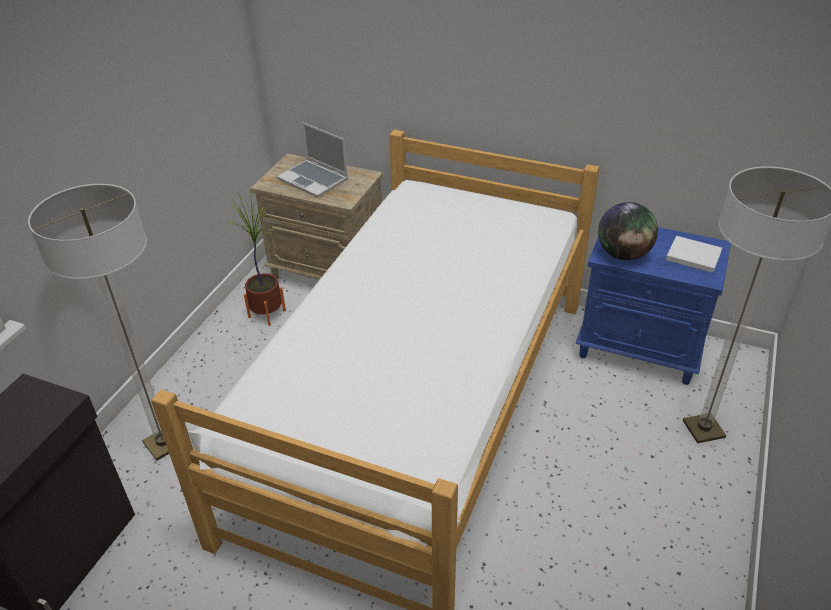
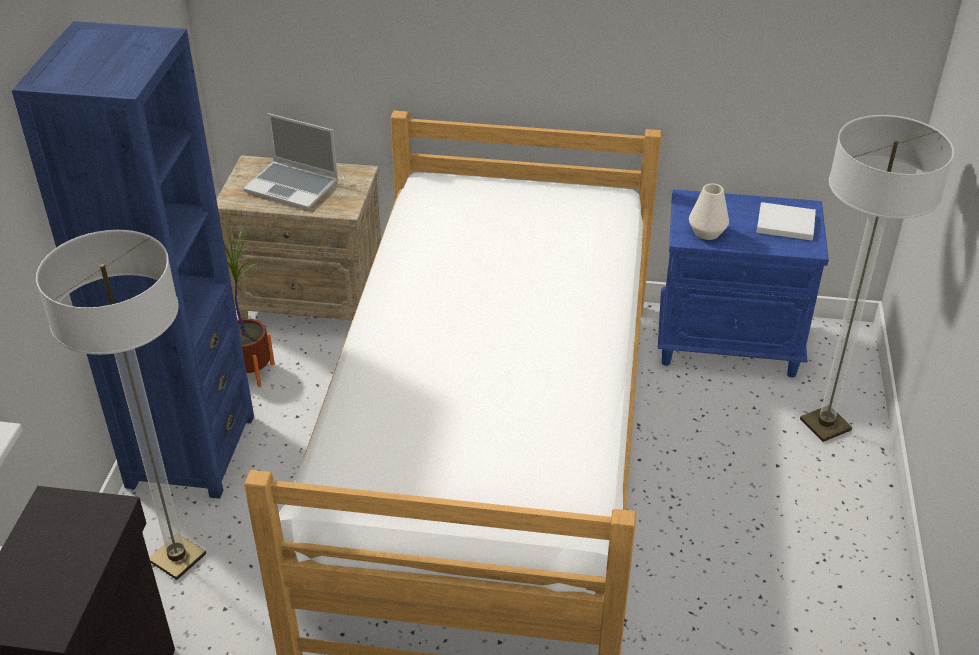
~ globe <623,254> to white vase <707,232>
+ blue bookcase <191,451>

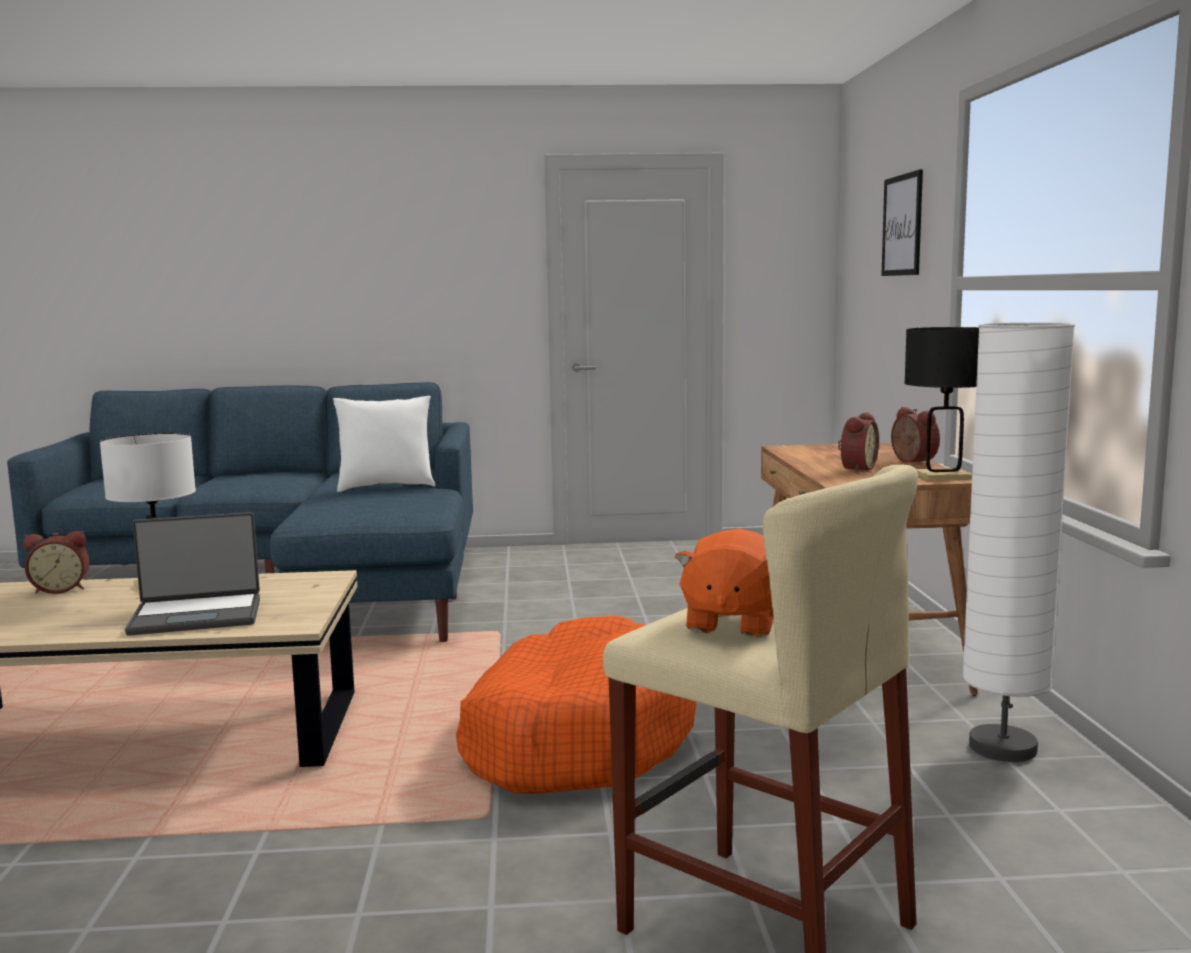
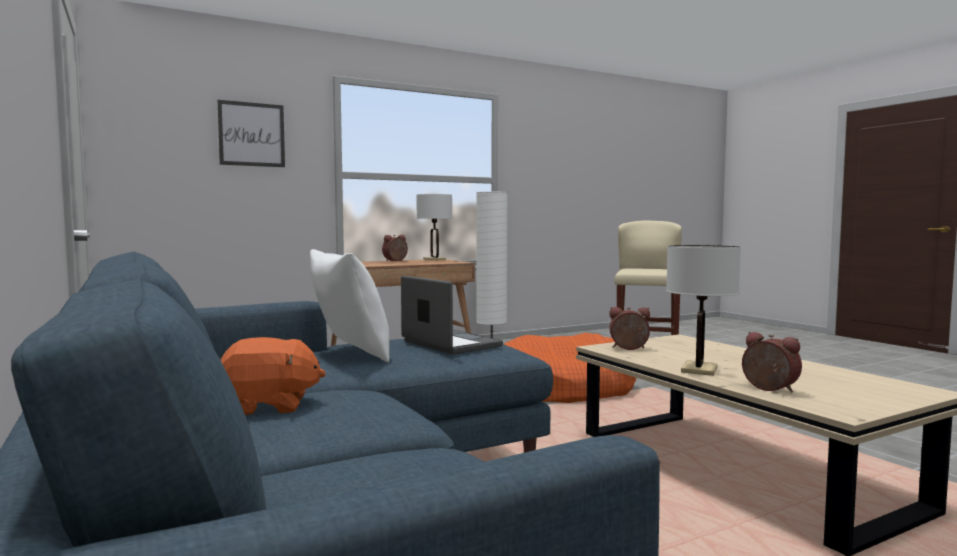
~ black table lamp <943,476> to white table lamp <434,259>
~ alarm clock <855,469> to <629,348>
~ laptop <197,616> to <449,344>
~ orange plush toy <732,623> to <269,406>

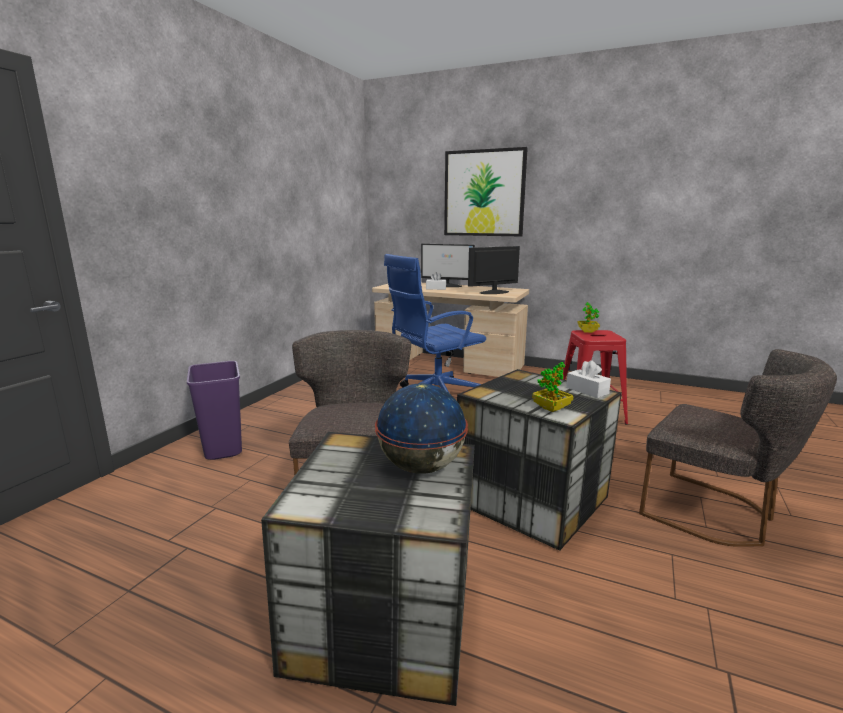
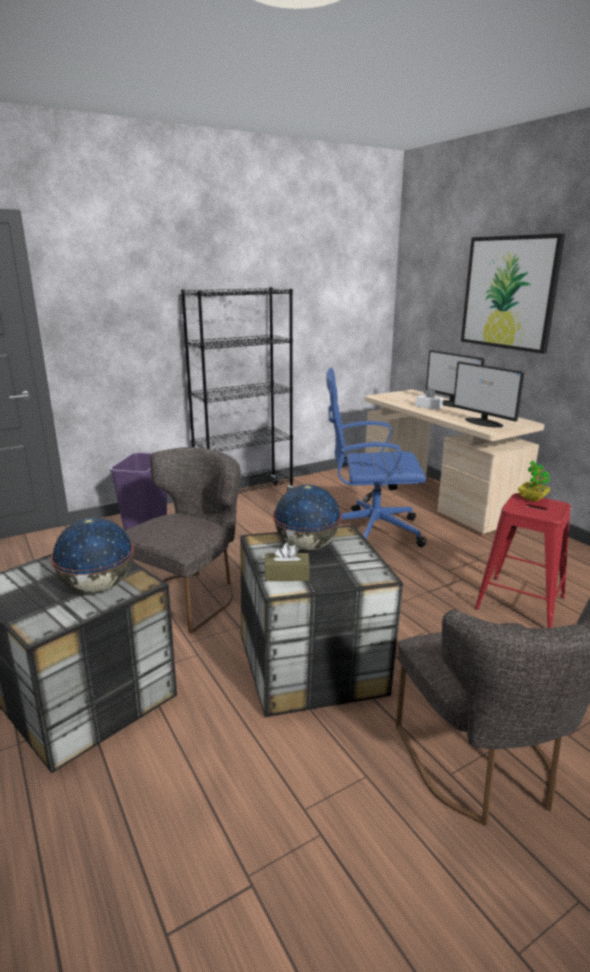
~ monitor <493,292> = <484,422> 135 degrees counterclockwise
- white tissue box <587,390>
~ potted plant <551,408> to brown tissue box <287,575>
+ black bookcase <244,497>
+ globe <306,547>

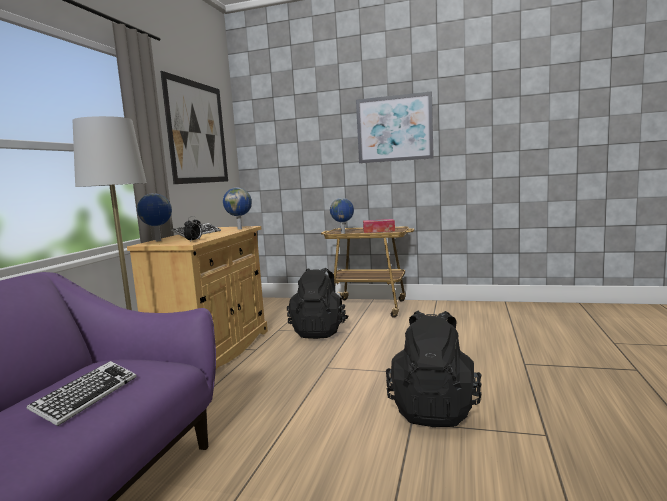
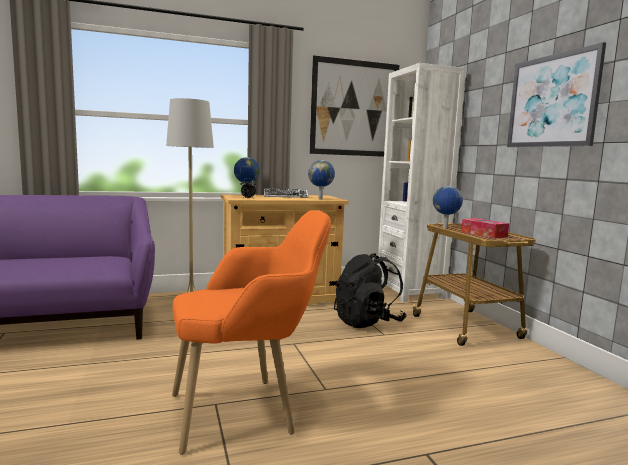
~ black backpack <434,409> to orange armchair <248,410>
- keyboard <87,397>
+ white bookcase <410,292>

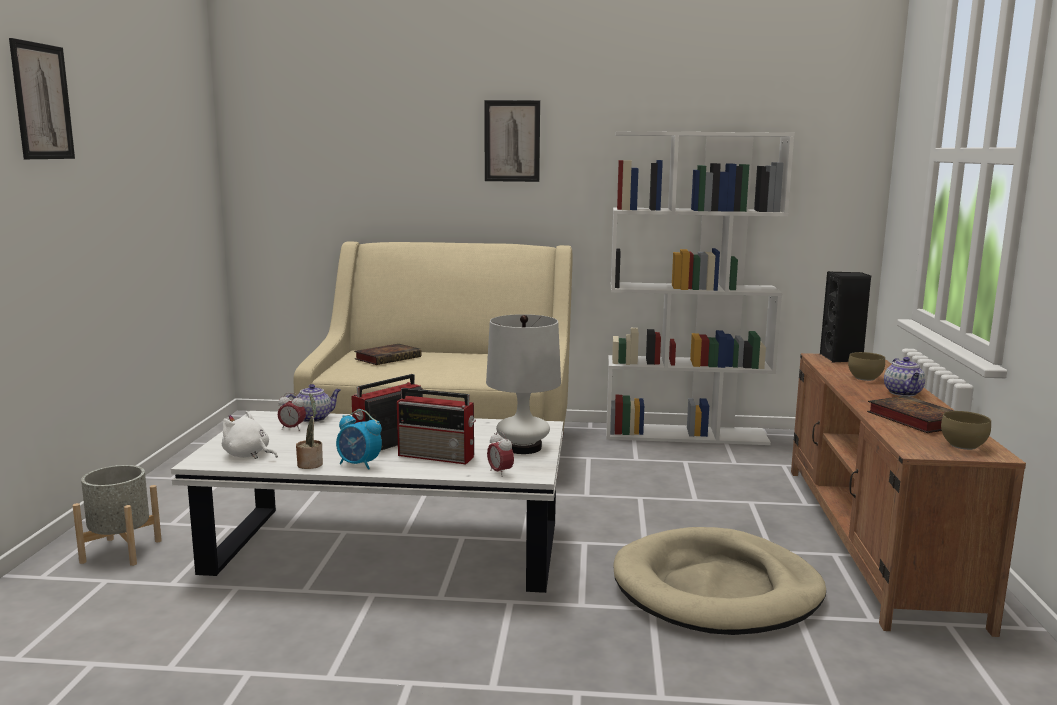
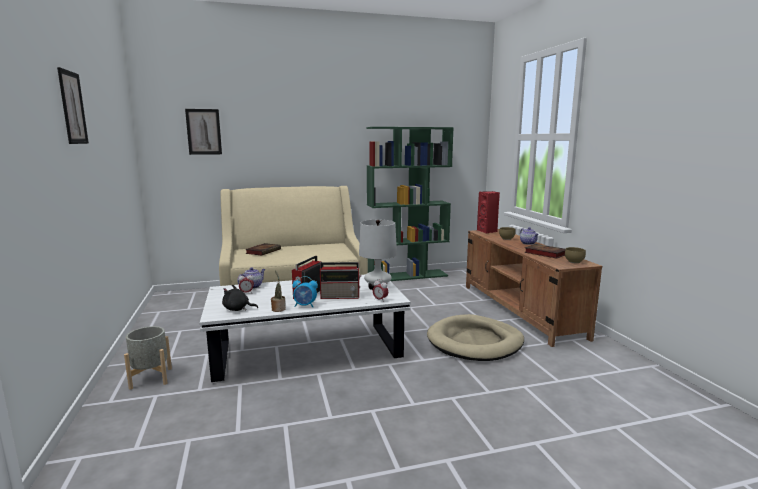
~ picture <512,141> to <204,132>
~ white bookcase <686,434> to green bookcase <407,276>
~ black speaker <841,358> to red speaker <487,231>
~ white plush toy <248,455> to black plush toy <237,309>

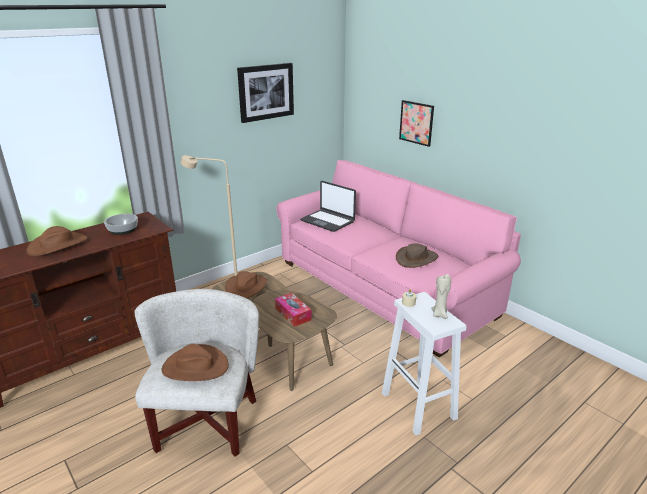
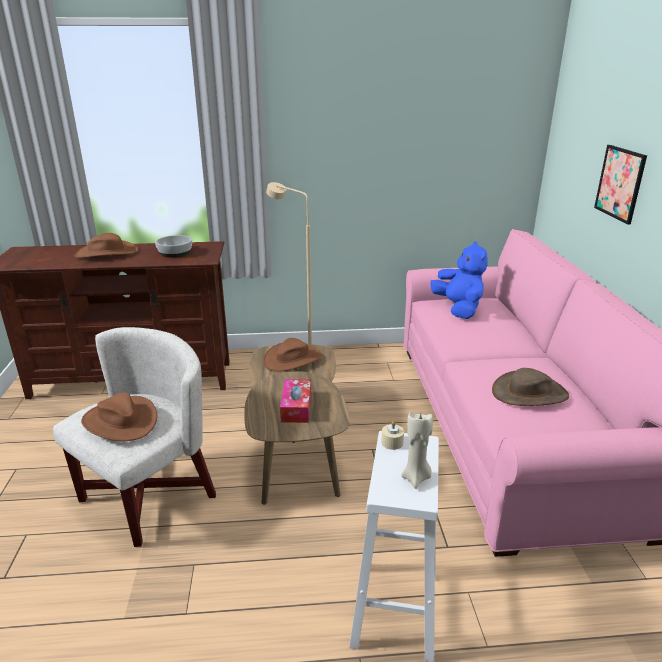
- picture <266,92>
~ laptop <328,221> to blue plush toy <458,309>

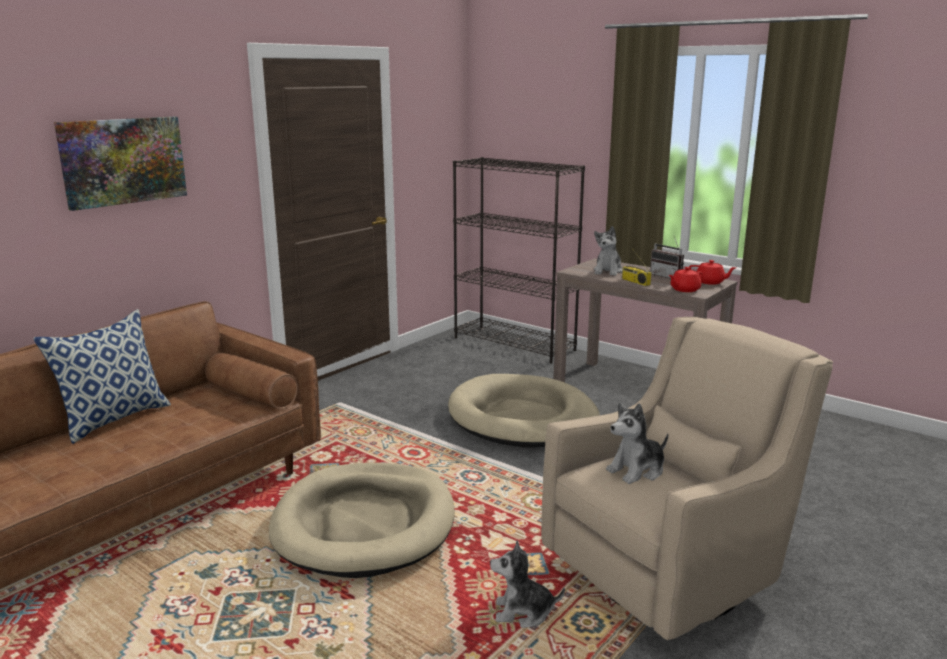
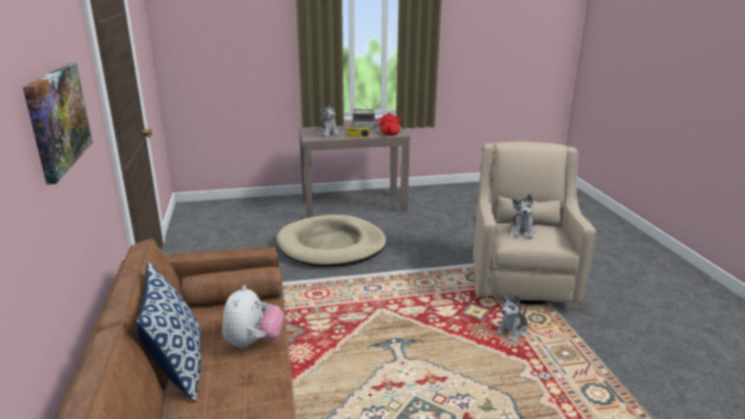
- black bookcase <515,344>
- beige dog bed <365,524>
+ plush toy <253,343>

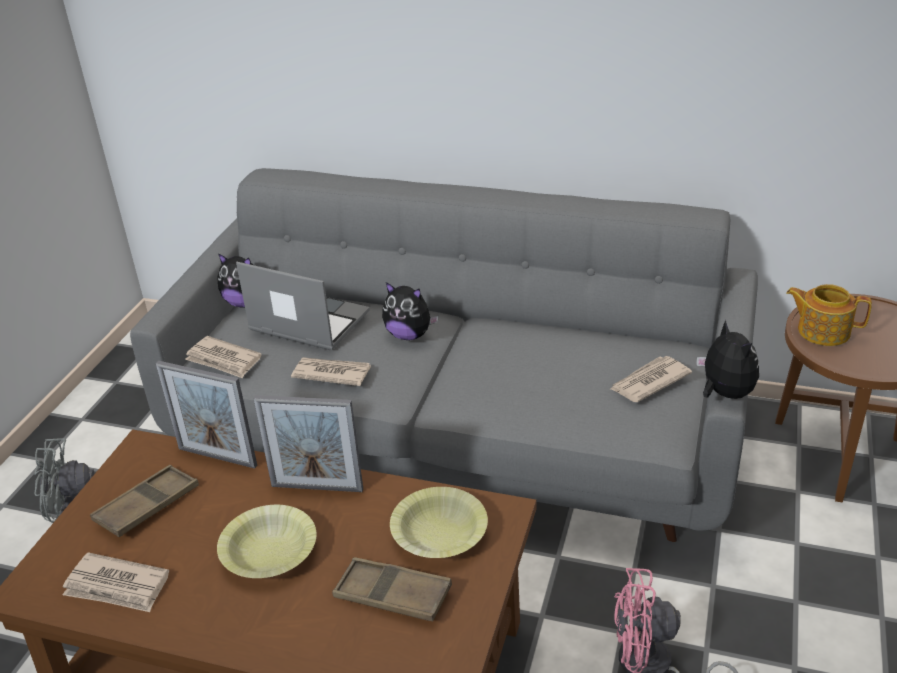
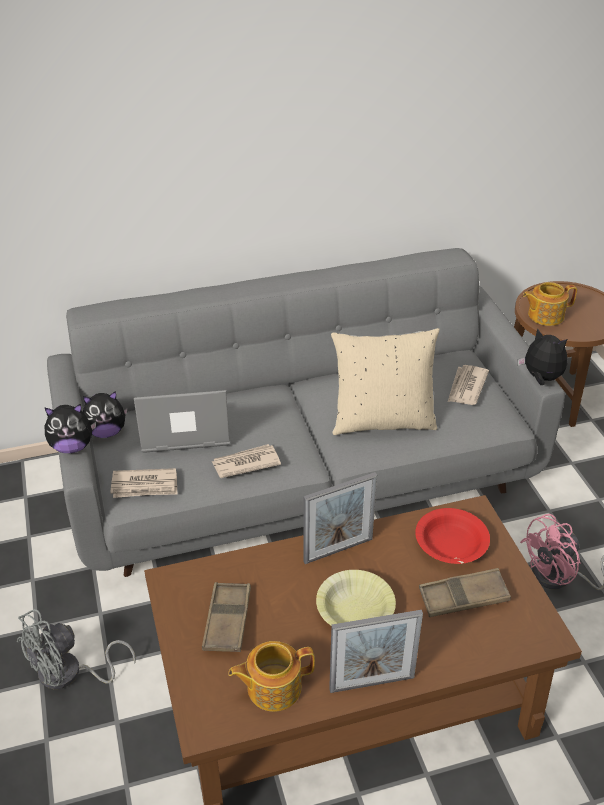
~ plush toy <409,335> to <72,446>
~ picture frame <217,457> to <372,683>
~ yellow bowl <439,534> to red bowl <450,544>
~ newspaper <117,586> to teapot <272,687>
+ beige pillow <382,421>

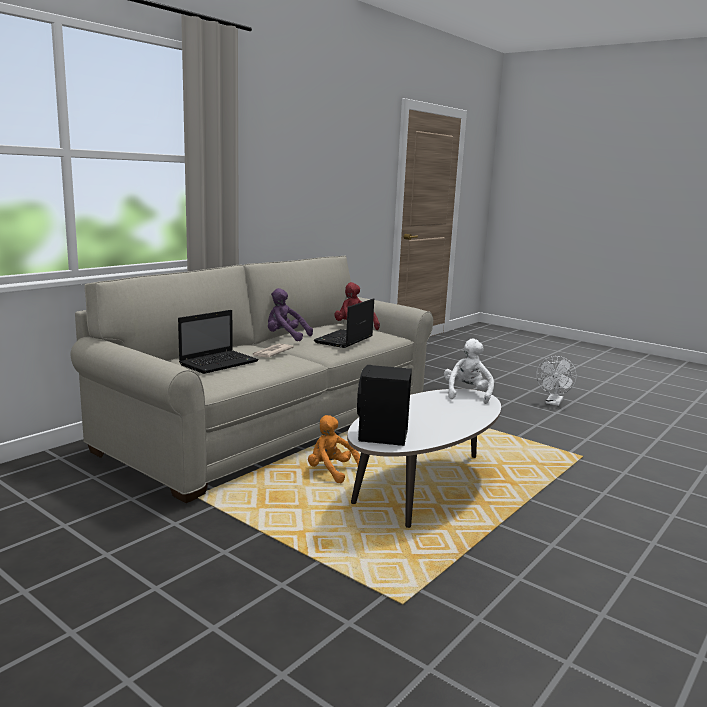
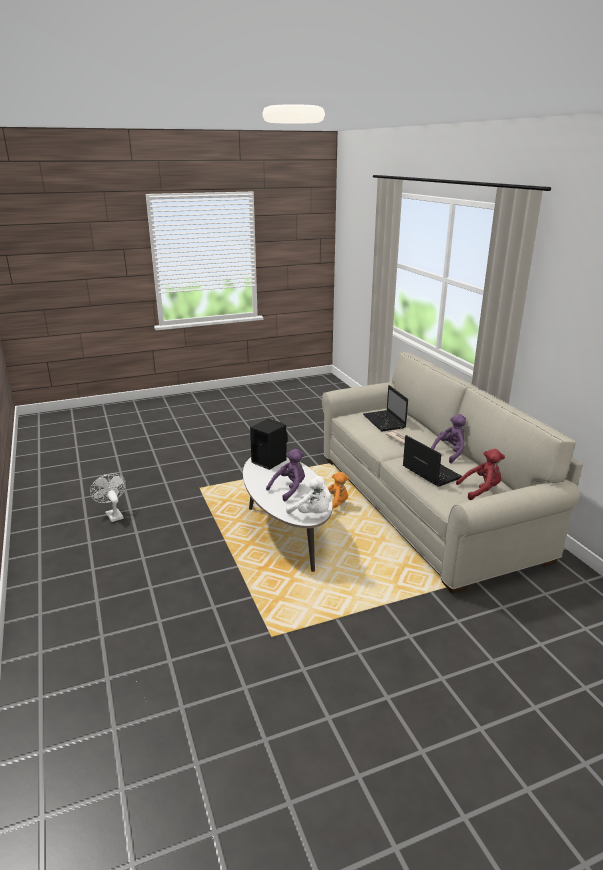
~ white fan <553,403> to <113,514>
+ purple plush toy <289,489>

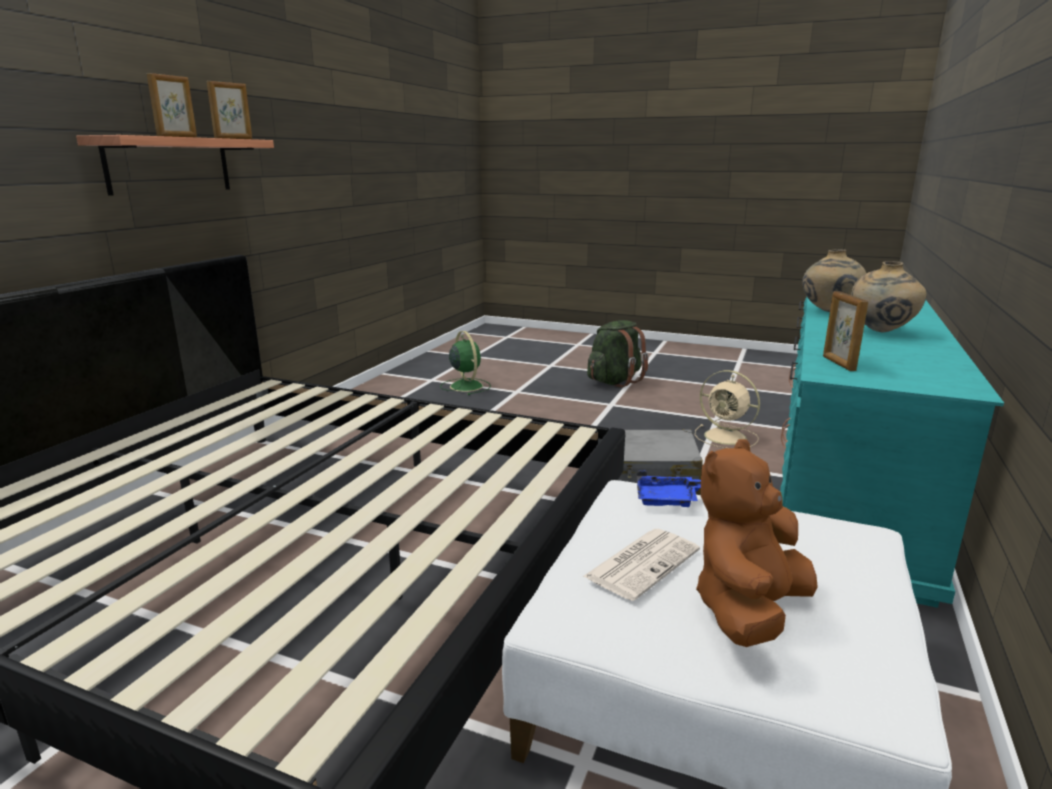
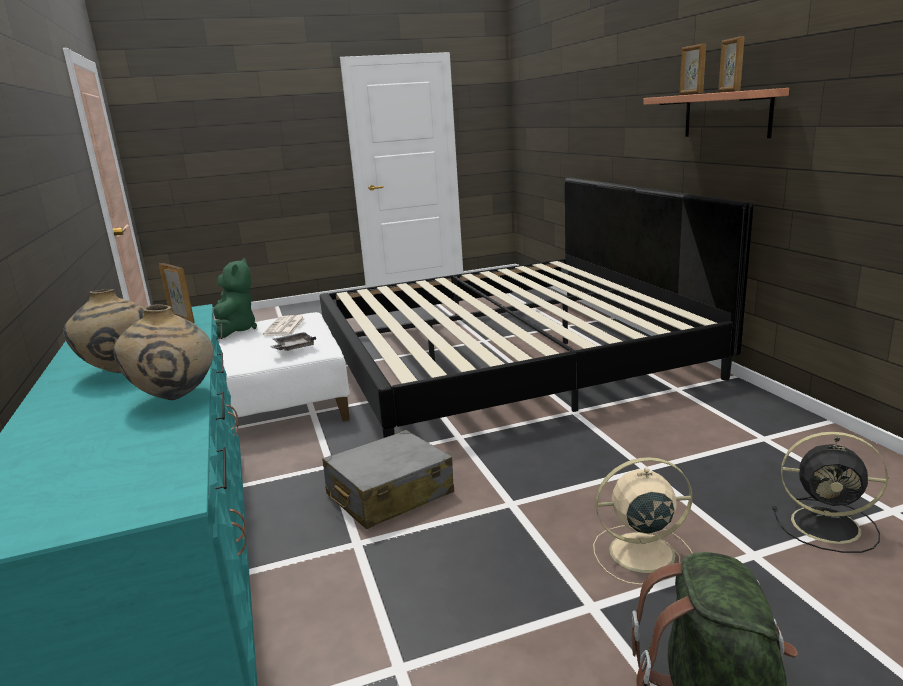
~ green fan <465,386> to black fan <828,525>
~ beige fan <727,437> to <638,552>
~ brown plush toy <748,610> to green plush toy <234,330>
~ blue tray <668,500> to grey tray <293,347>

